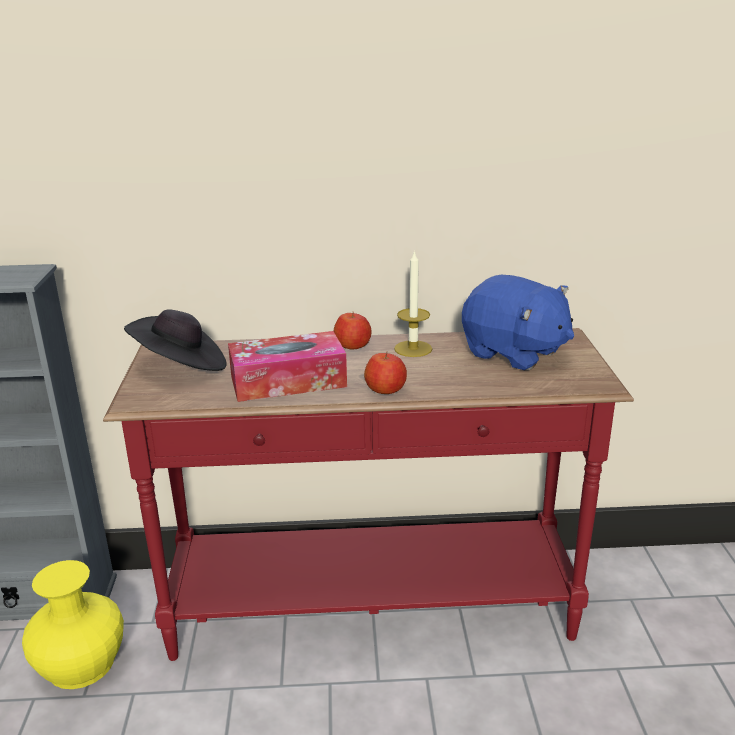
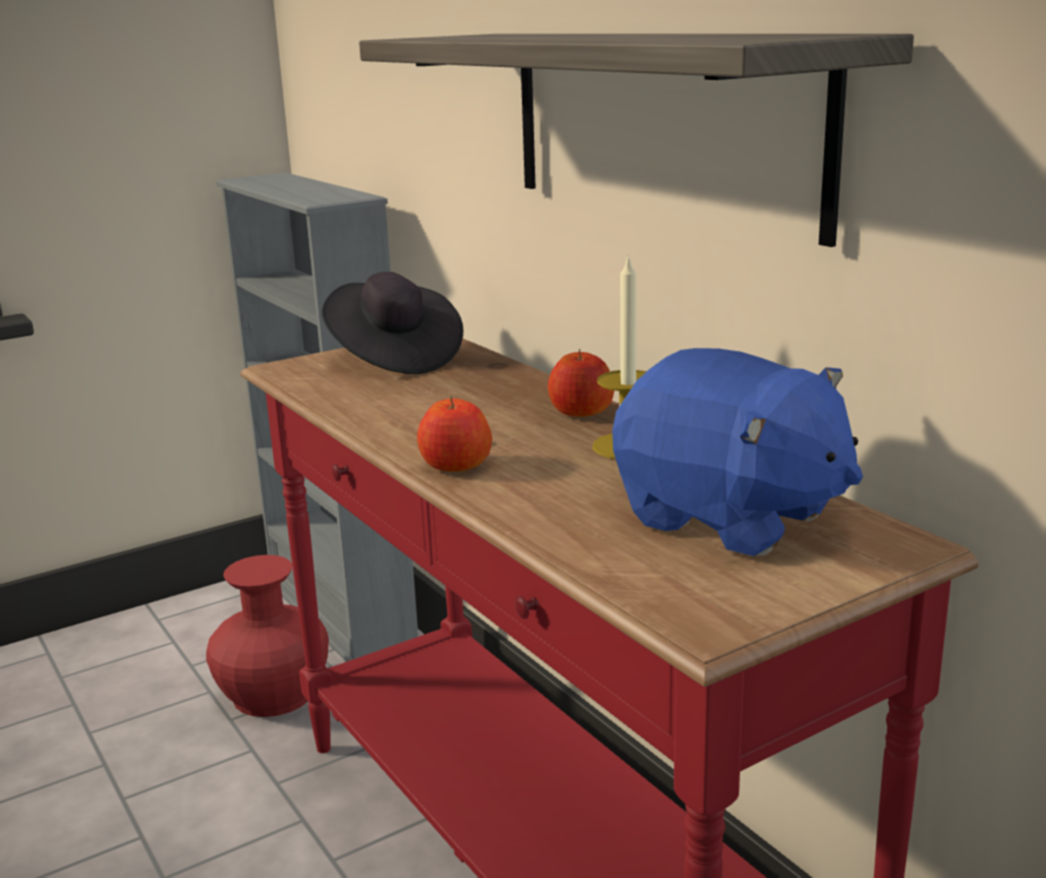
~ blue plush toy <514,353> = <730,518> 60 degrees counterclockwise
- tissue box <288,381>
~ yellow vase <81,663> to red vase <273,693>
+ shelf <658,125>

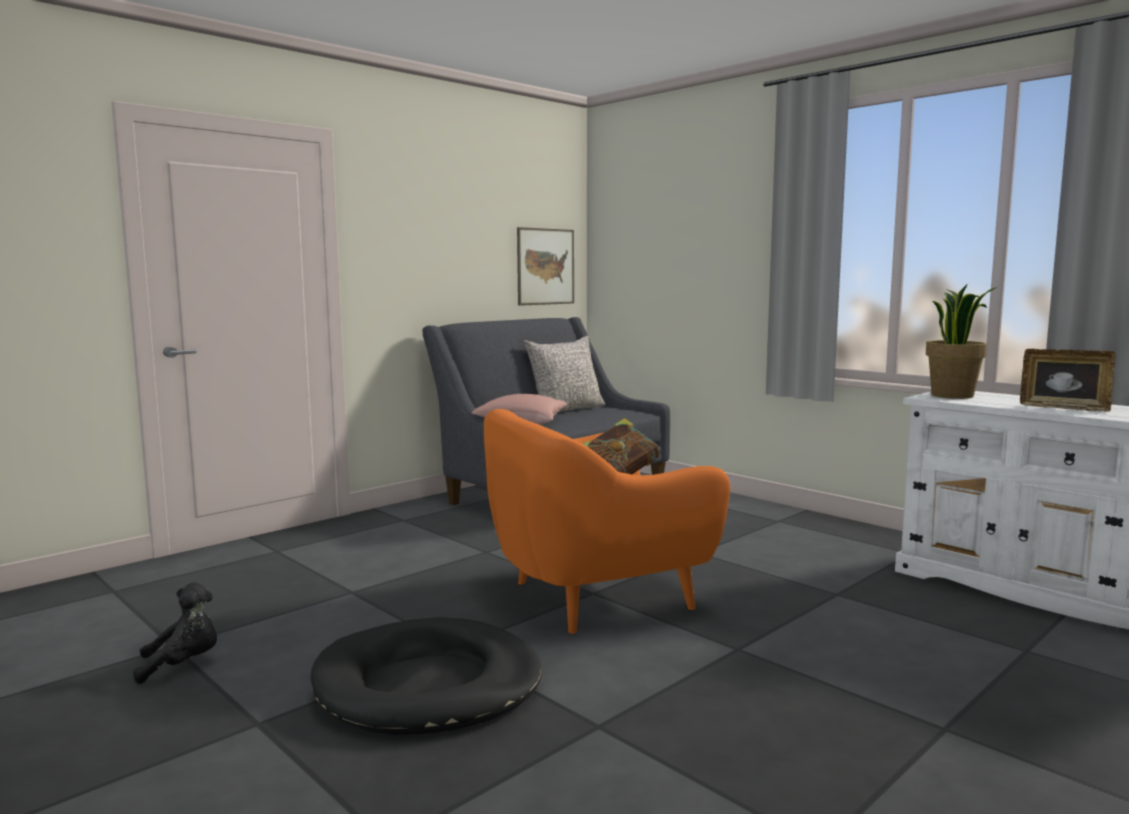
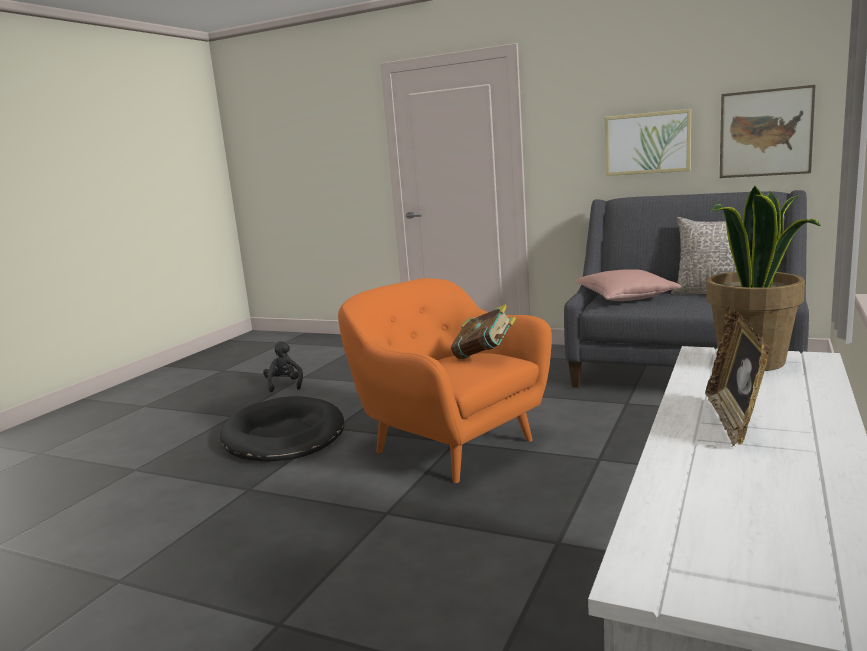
~ black plush toy <183,665> = <285,385> 150 degrees counterclockwise
+ picture <647,143>

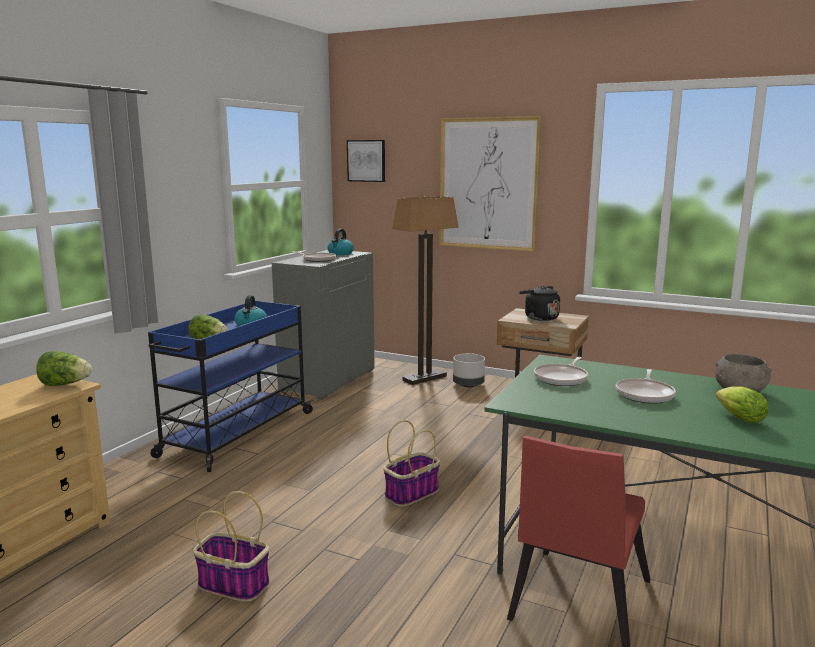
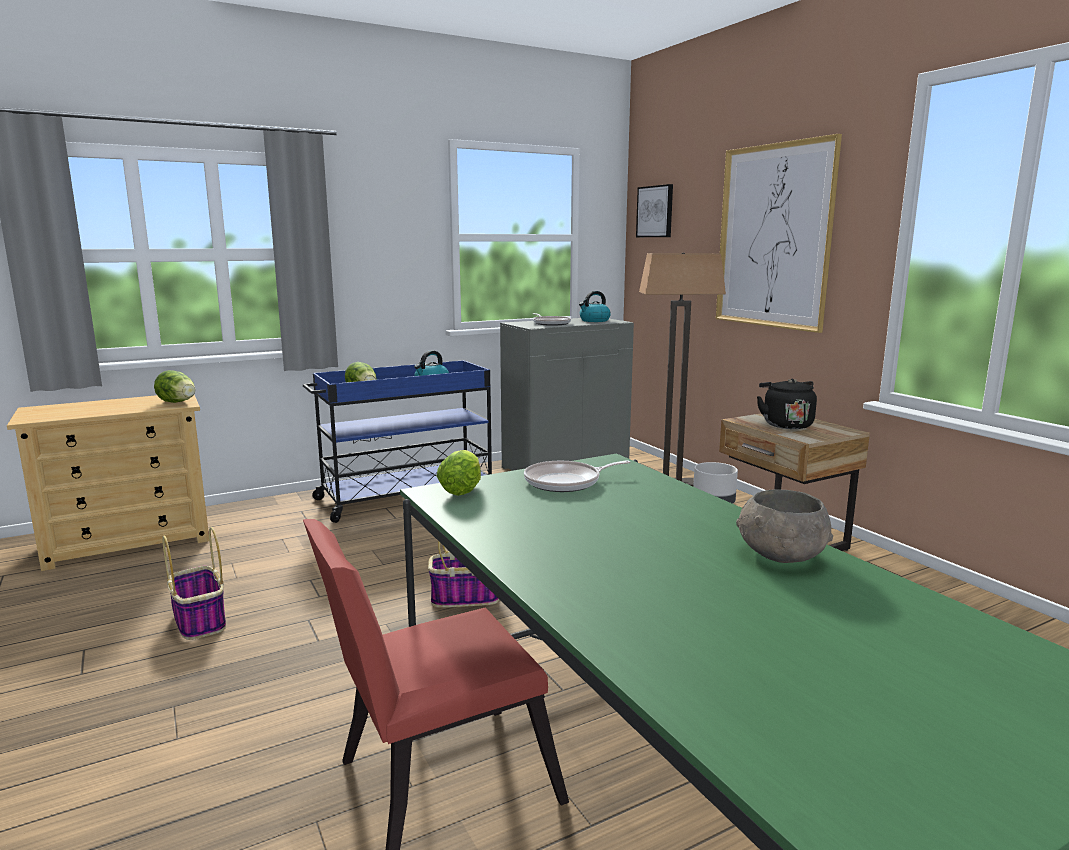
- frying pan <645,394>
~ lettuce <737,418> to <462,489>

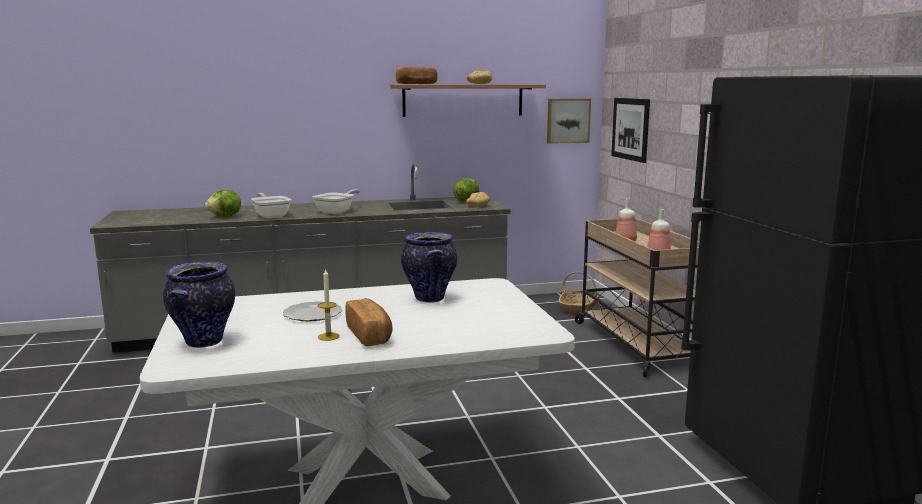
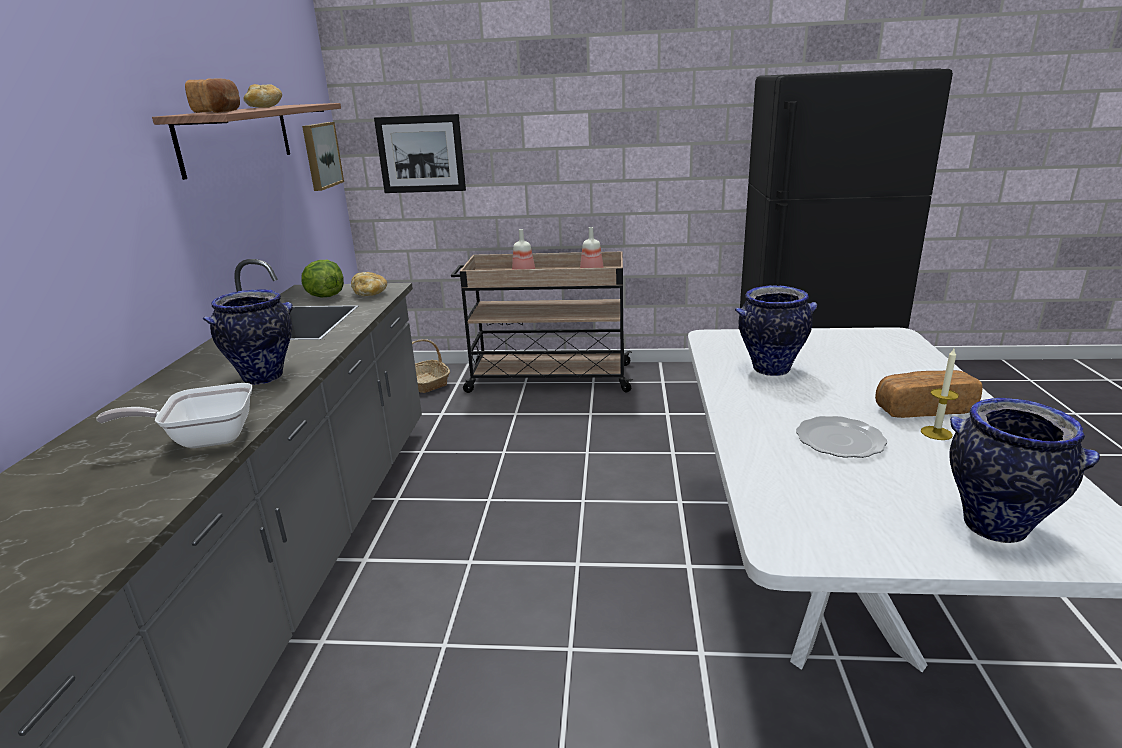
- lettuce <225,216>
~ frying pan <337,211> to vase <264,377>

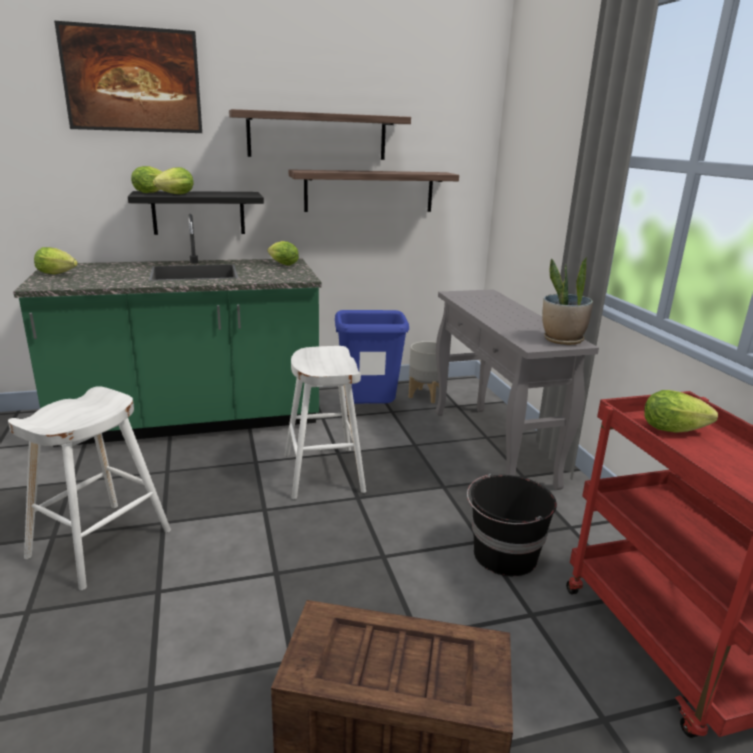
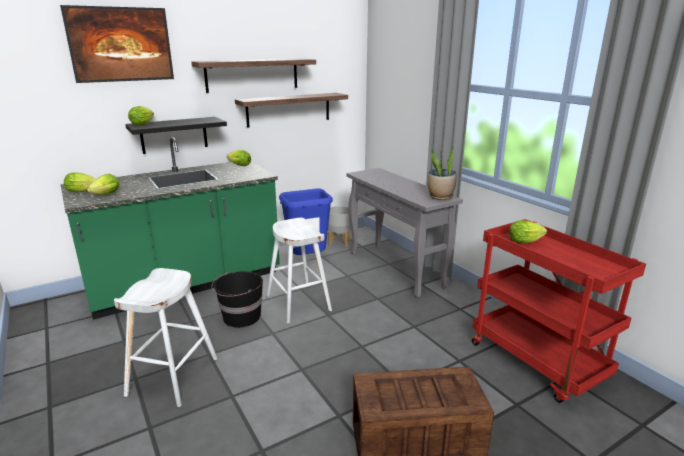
~ lettuce <174,194> to <104,195>
~ black bucket <504,555> to <241,317>

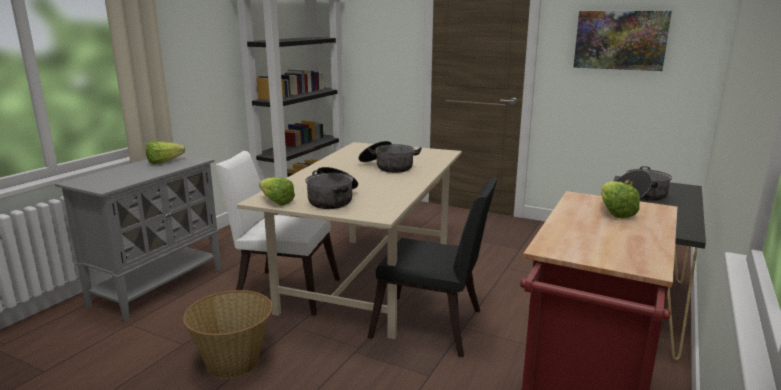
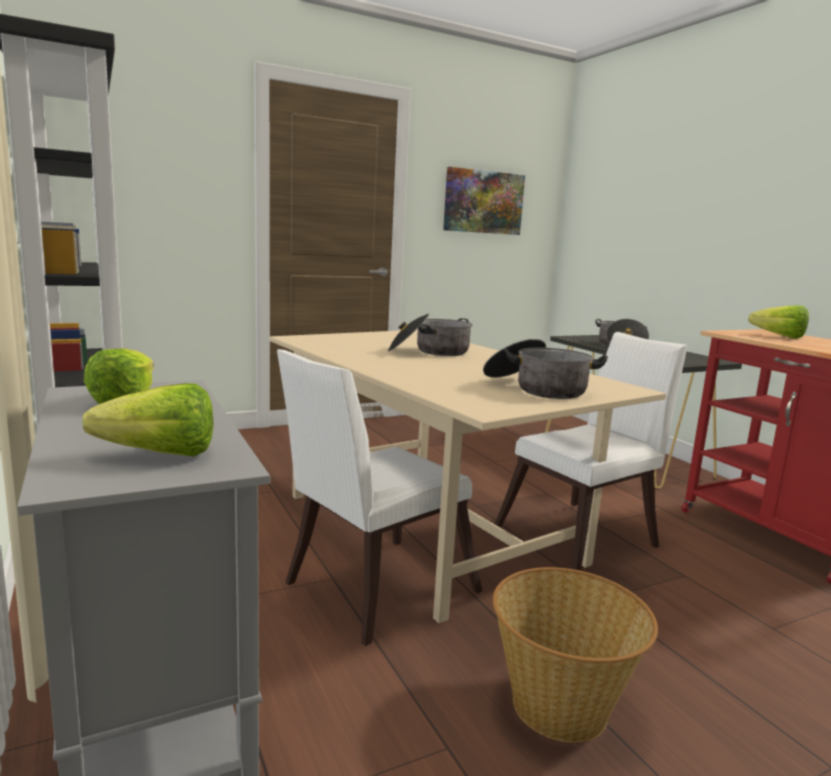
~ lettuce <275,201> to <150,455>
~ black chair <433,327> to white chair <584,536>

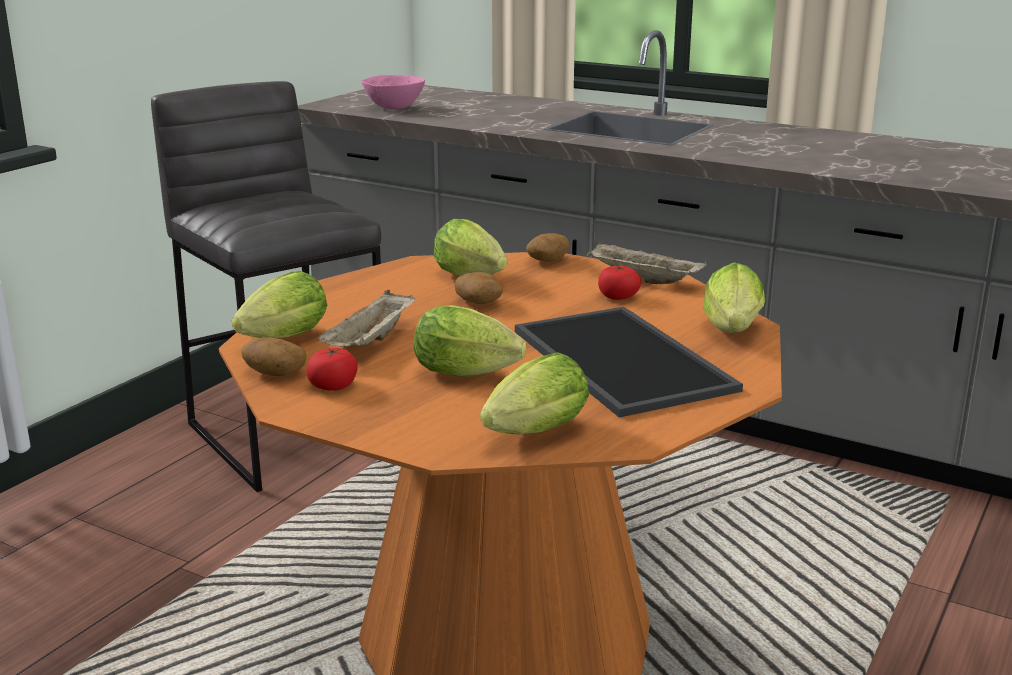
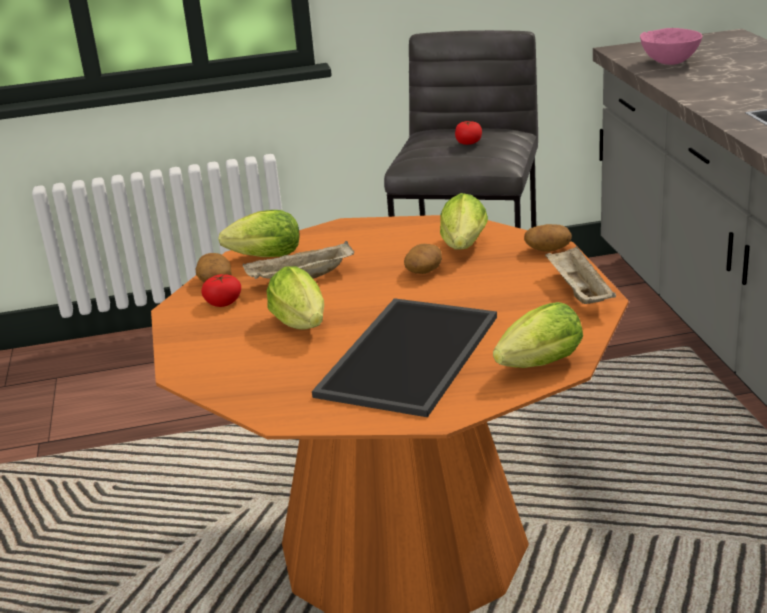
~ tomato <618,296> to <468,142>
- lettuce <531,435>

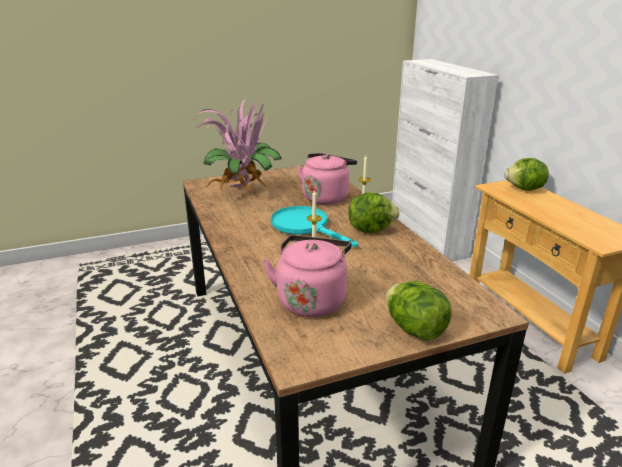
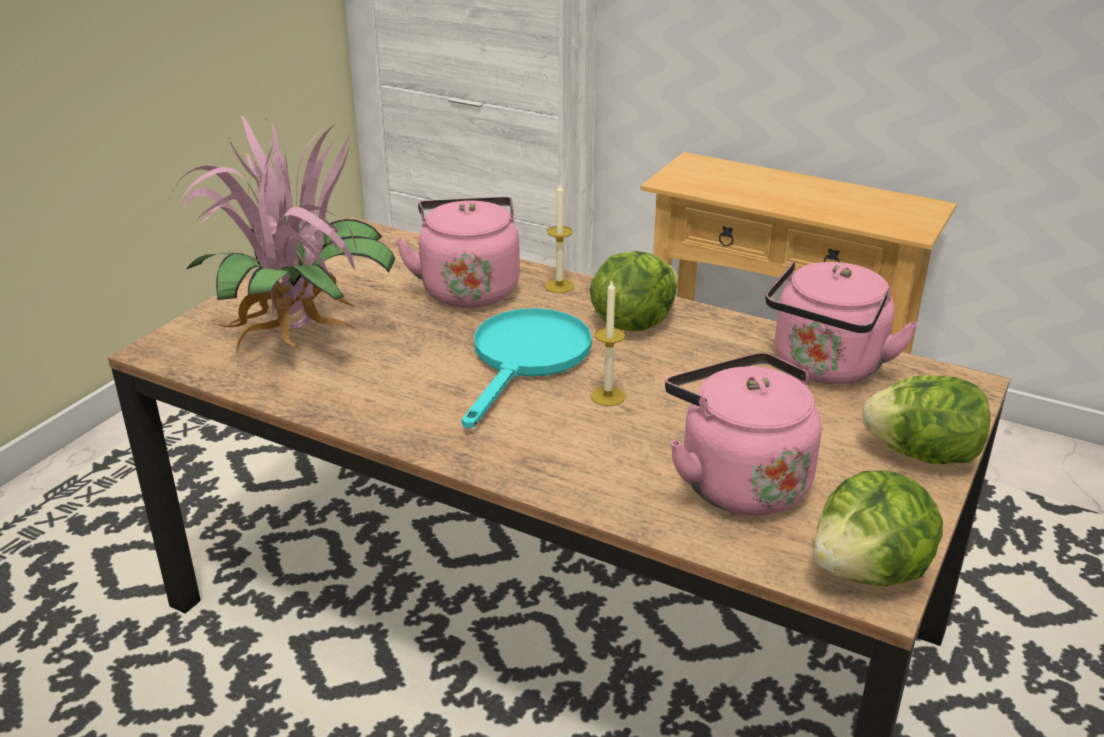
~ lettuce <525,189> to <870,572>
~ turquoise frying pan <305,227> = <526,359> 105 degrees clockwise
+ pink kettle <826,368>

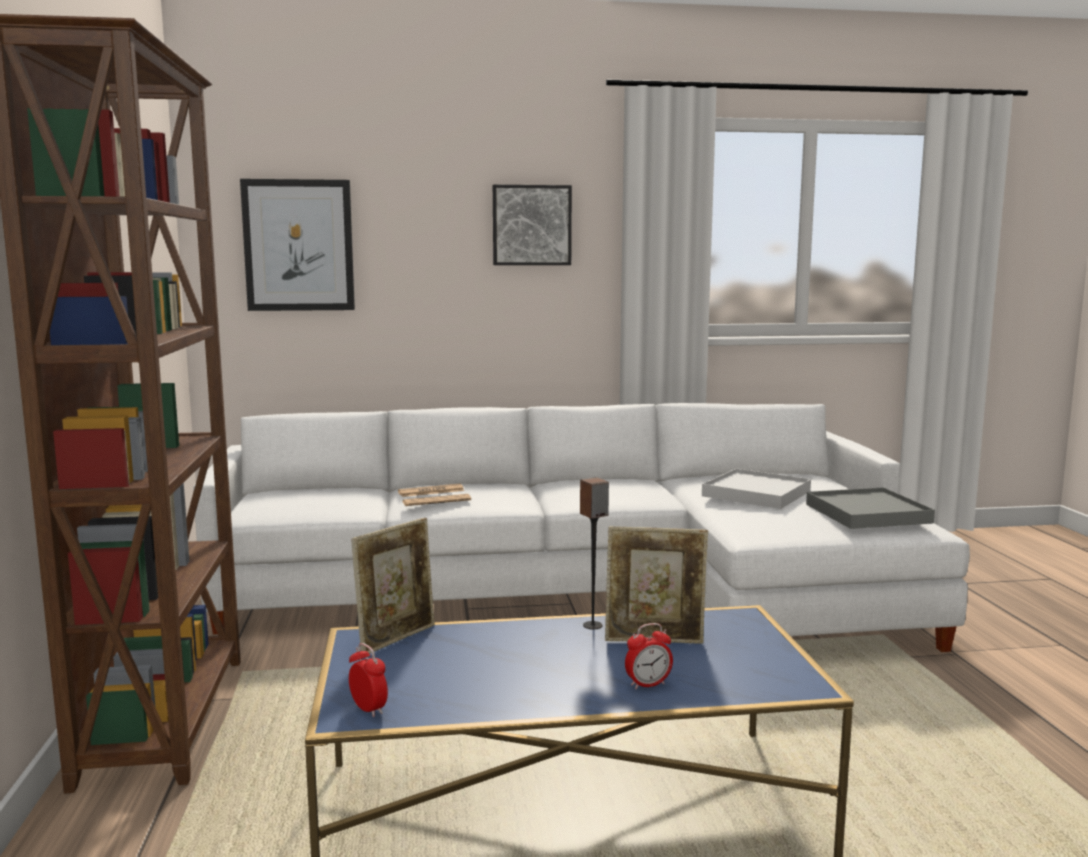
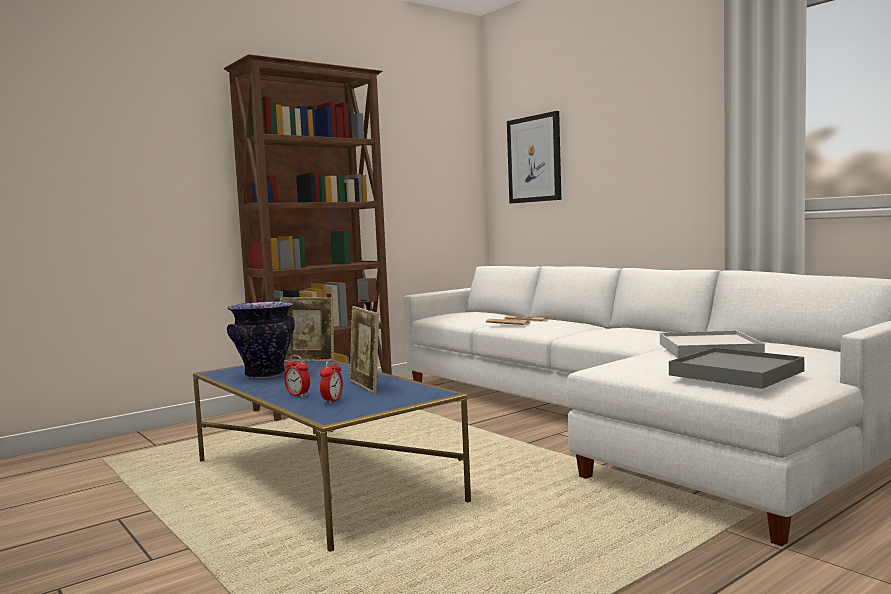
- picture <531,225>
~ alarm clock <368,709> to <332,401>
+ vase <265,375>

